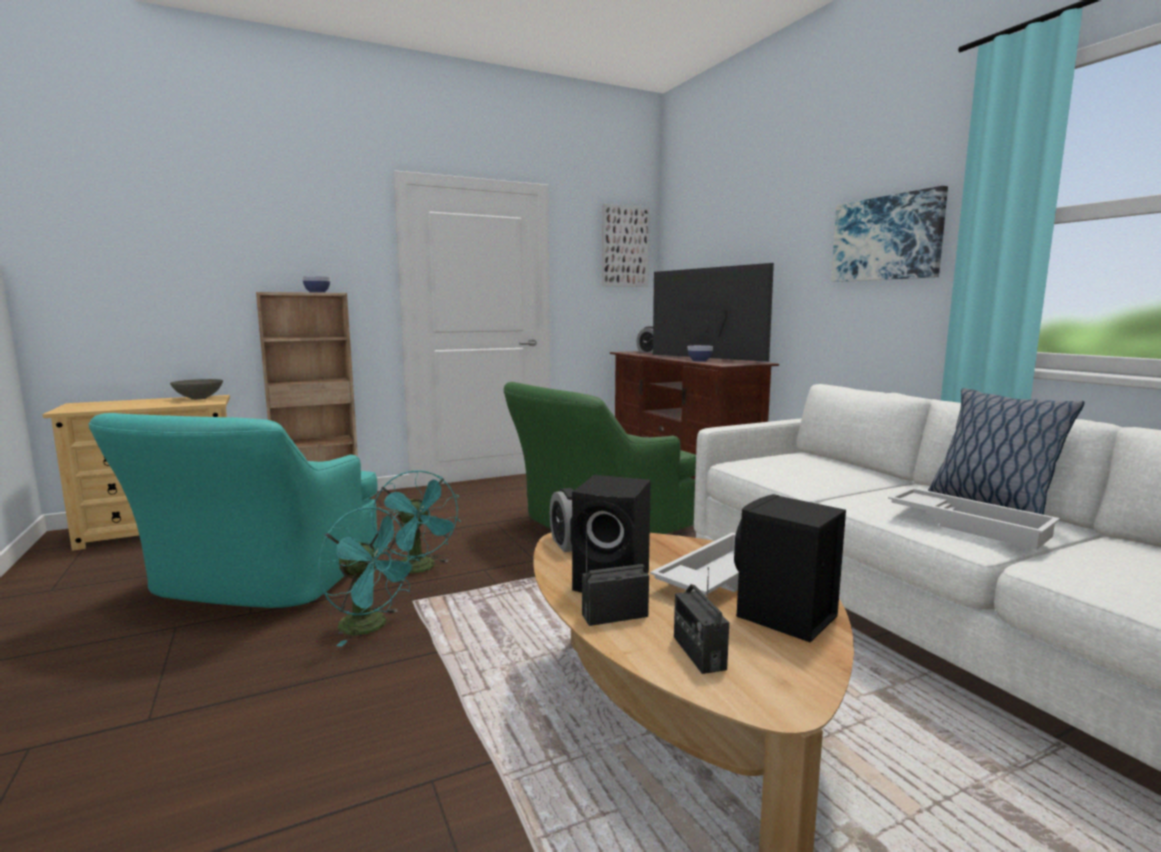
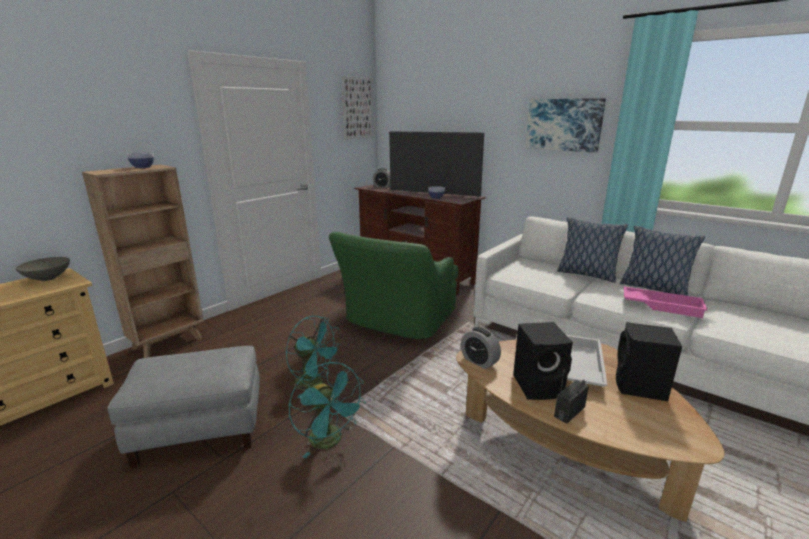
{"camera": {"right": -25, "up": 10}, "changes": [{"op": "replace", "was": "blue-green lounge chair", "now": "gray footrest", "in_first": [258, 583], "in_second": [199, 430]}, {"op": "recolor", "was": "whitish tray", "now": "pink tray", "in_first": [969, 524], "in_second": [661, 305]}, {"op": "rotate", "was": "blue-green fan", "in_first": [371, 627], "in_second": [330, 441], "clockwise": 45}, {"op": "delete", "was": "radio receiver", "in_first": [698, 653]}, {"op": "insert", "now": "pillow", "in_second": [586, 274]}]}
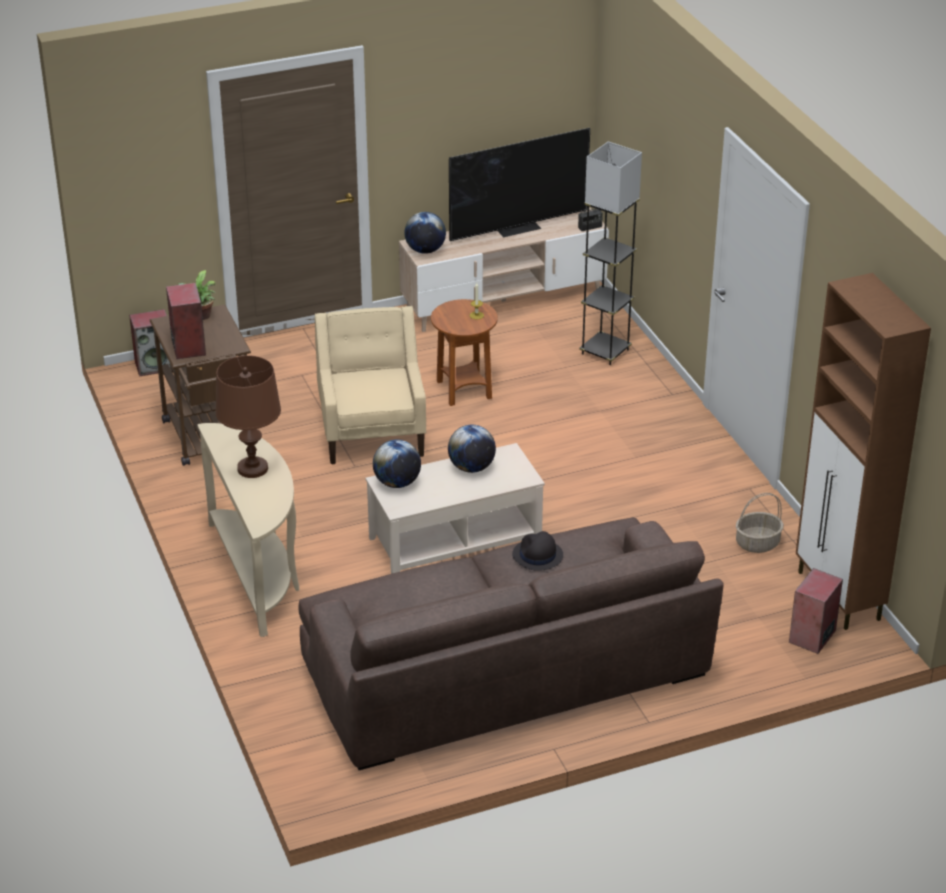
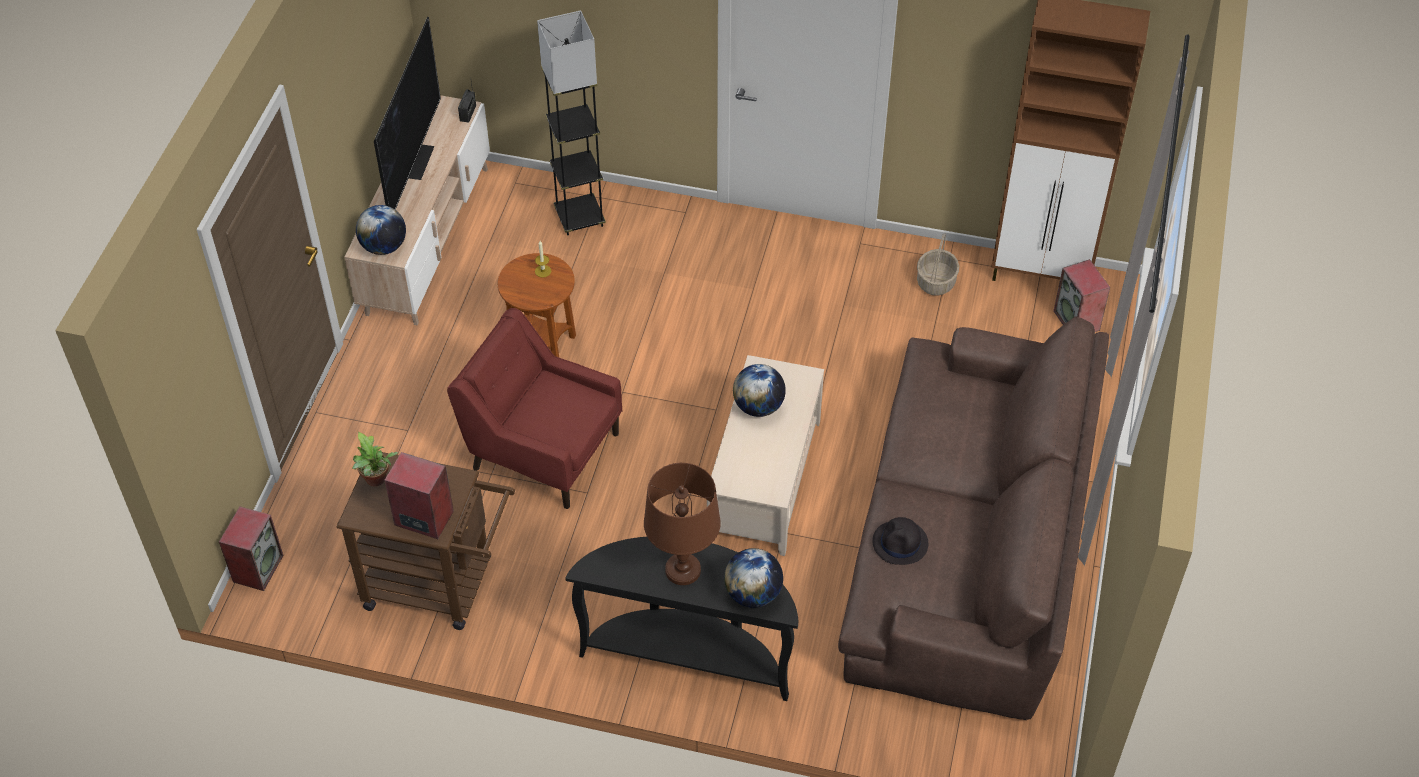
{"camera": {"right": -55, "up": 15}, "changes": [{"op": "recolor", "was": "beige lounge chair", "now": "red-coloured lounge chair", "in_first": [372, 431], "in_second": [543, 450]}, {"op": "recolor", "was": "beige console table", "now": "black-coloured console table", "in_first": [259, 573], "in_second": [689, 654]}, {"op": "move", "was": "desk globe", "in_first": [397, 483], "in_second": [753, 594]}, {"op": "move", "was": "black-coloured clothing hat", "in_first": [537, 555], "in_second": [900, 543]}]}
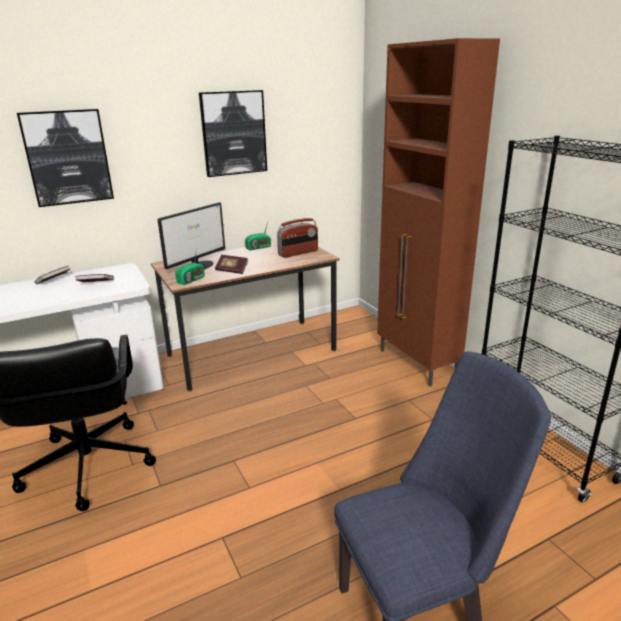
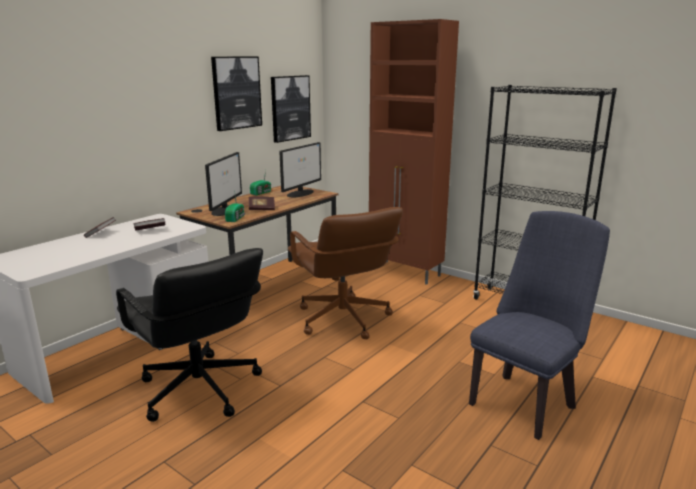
{"camera": {"right": -25, "up": -5}, "changes": [{"op": "move", "was": "wall picture", "in_first": [67, 157], "in_second": [290, 108]}, {"op": "replace", "was": "radio receiver", "now": "computer display", "in_first": [298, 253], "in_second": [301, 193]}, {"op": "insert", "now": "brownish office chair", "in_second": [343, 319]}]}
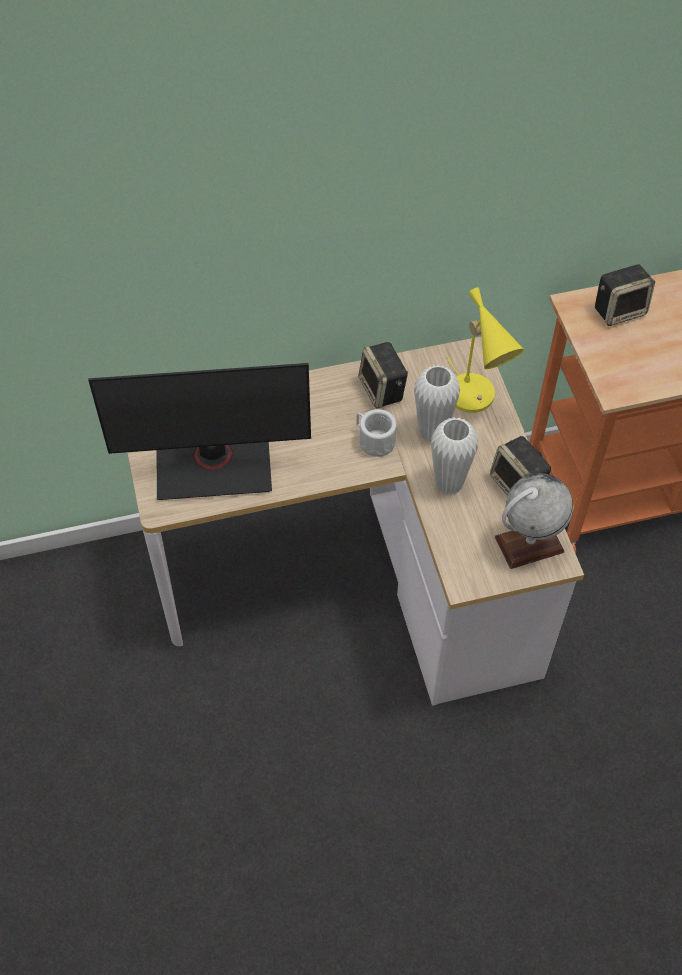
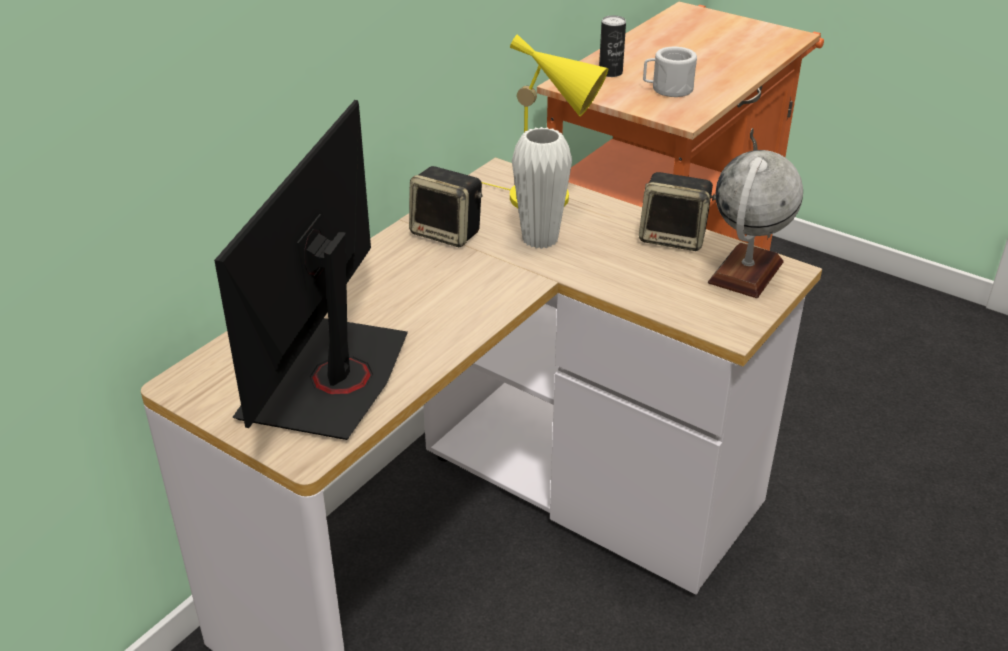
{"camera": {"right": -40, "up": -20}, "changes": [{"op": "replace", "was": "audio speaker", "now": "sealed can", "in_first": [620, 310], "in_second": [610, 72]}, {"op": "rotate", "was": "computer display", "in_first": [213, 464], "in_second": [328, 378], "clockwise": 150}, {"op": "move", "was": "whitish tea mug", "in_first": [373, 440], "in_second": [667, 89]}, {"op": "delete", "was": "whitish flower vase", "in_first": [449, 483]}]}
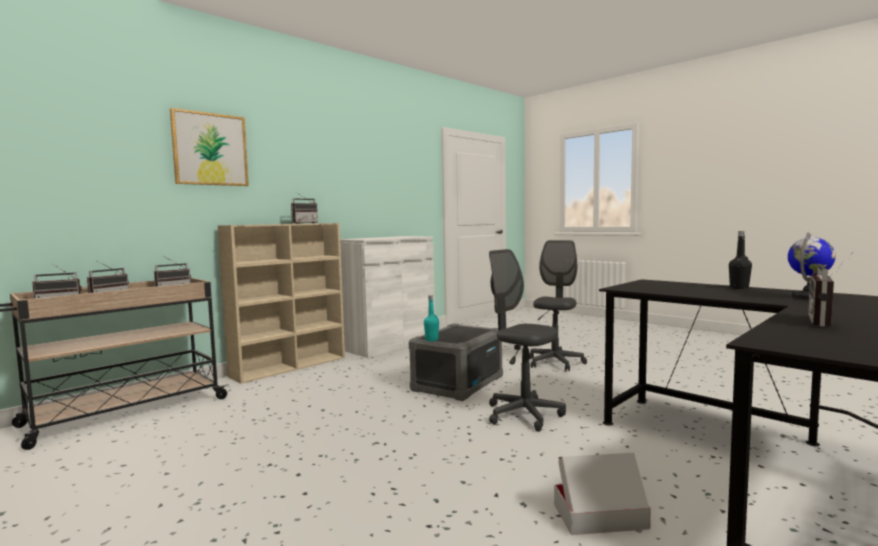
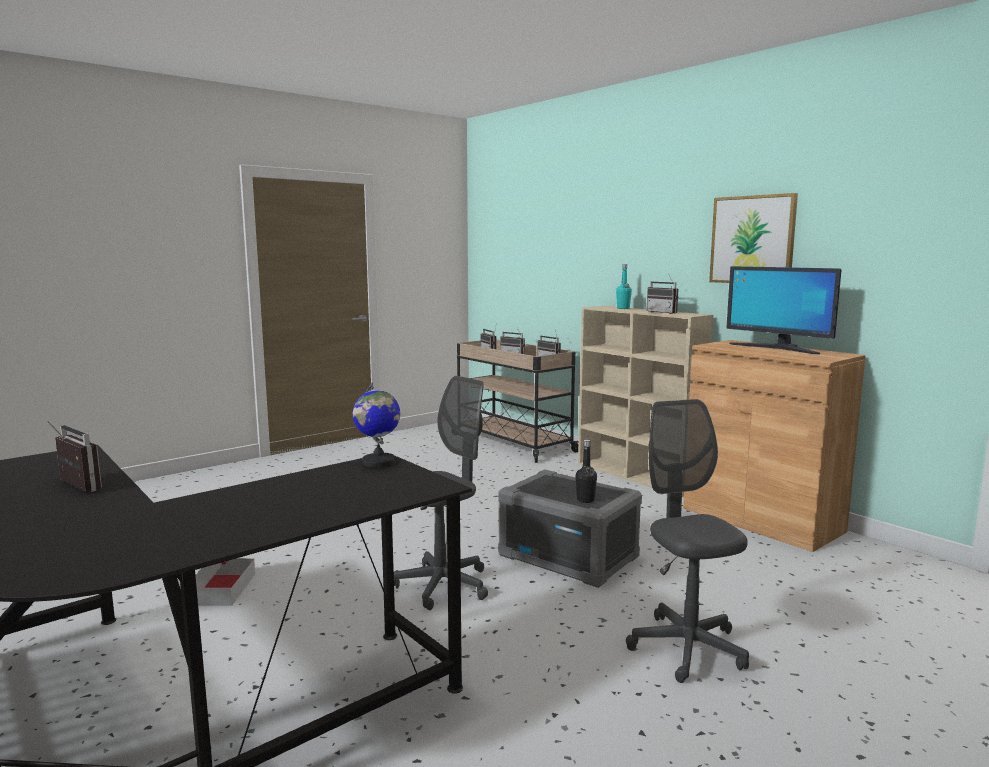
{"camera": {"right": 95, "up": 5}, "changes": [{"op": "move", "was": "wall picture", "in_first": [210, 149], "in_second": [752, 240]}, {"op": "move", "was": "black-coloured drink bottle", "in_first": [739, 288], "in_second": [585, 500]}, {"op": "move", "was": "desk globe", "in_first": [808, 297], "in_second": [378, 462]}, {"op": "recolor", "was": "whitish cabinet", "now": "brownish cabinet", "in_first": [389, 345], "in_second": [761, 520]}, {"op": "rotate", "was": "gray office chair", "in_first": [555, 363], "in_second": [687, 648], "clockwise": -135}, {"op": "move", "was": "blue-green drink bottle", "in_first": [431, 340], "in_second": [623, 308]}, {"op": "insert", "now": "computer display", "in_second": [778, 348]}]}
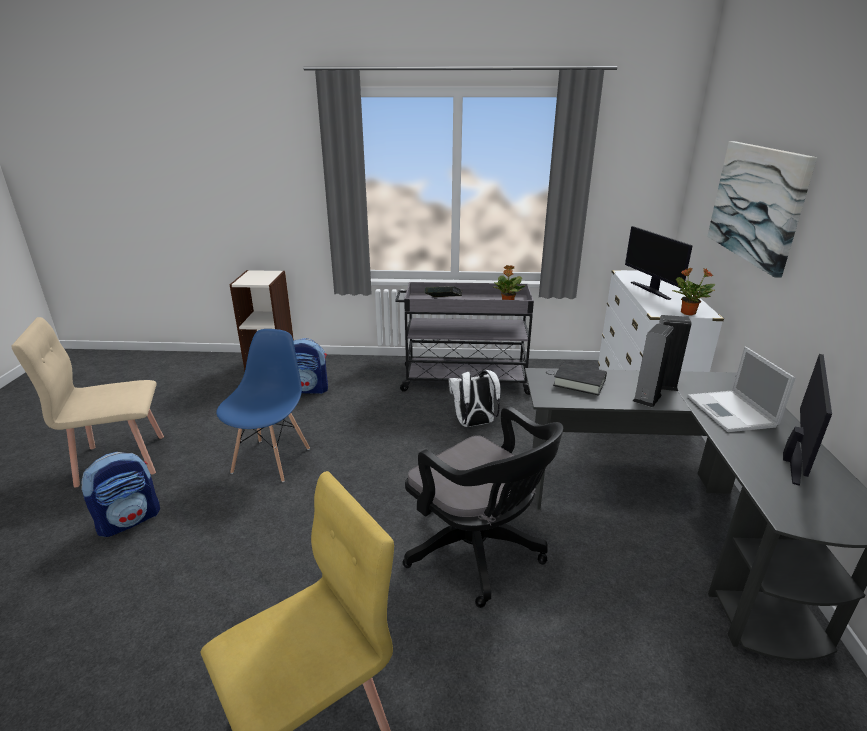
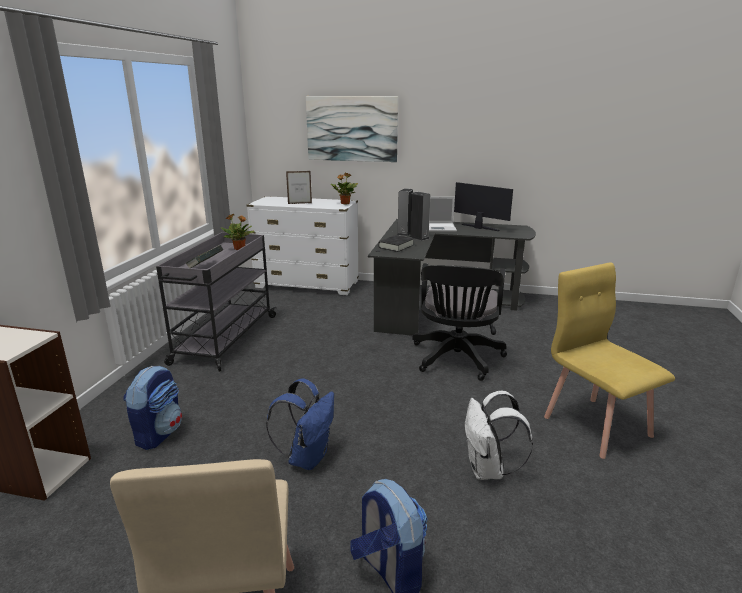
{"camera": {"right": -80, "up": -5}, "changes": [{"op": "replace", "was": "computer display", "now": "standing frame", "in_first": [651, 290], "in_second": [300, 203]}, {"op": "replace", "was": "blue upright chair", "now": "blue knapsack", "in_first": [272, 460], "in_second": [307, 457]}, {"op": "move", "was": "whitish knapsack", "in_first": [474, 424], "in_second": [488, 470]}, {"op": "rotate", "was": "black-coloured office chair", "in_first": [478, 553], "in_second": [456, 360], "clockwise": 135}]}
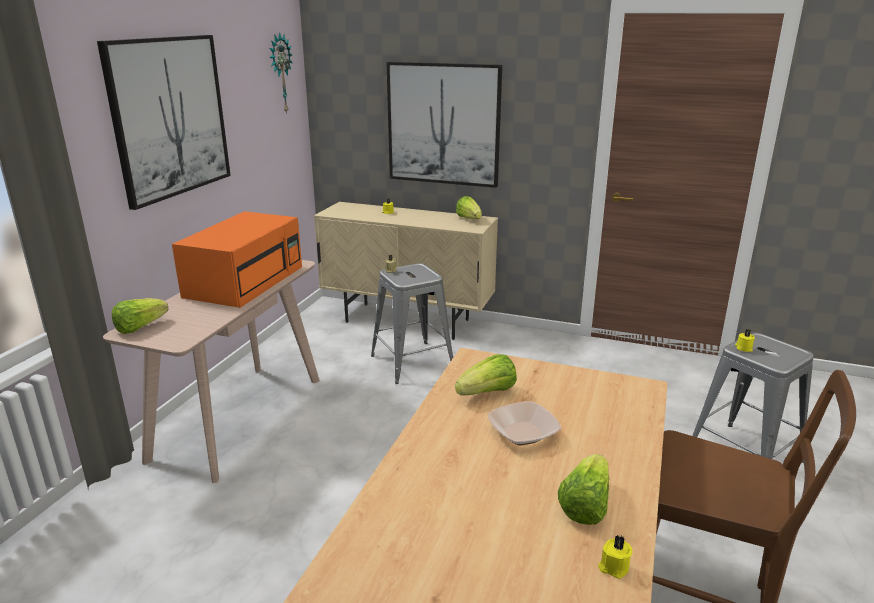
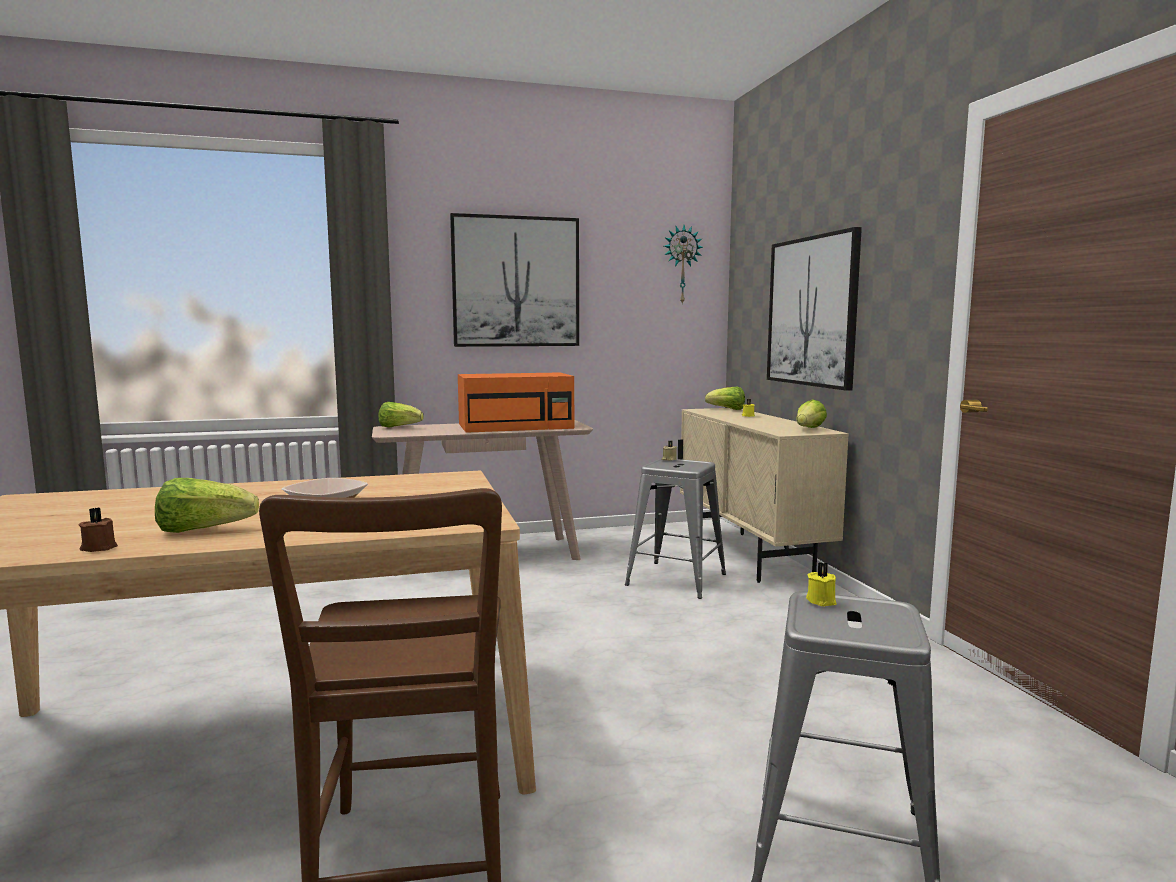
{"camera": {"right": 55, "up": -15}, "changes": [{"op": "move", "was": "head of lettuce", "in_first": [488, 393], "in_second": [727, 409]}, {"op": "recolor", "was": "yellow wax light", "now": "brownish wax light", "in_first": [613, 567], "in_second": [99, 547]}]}
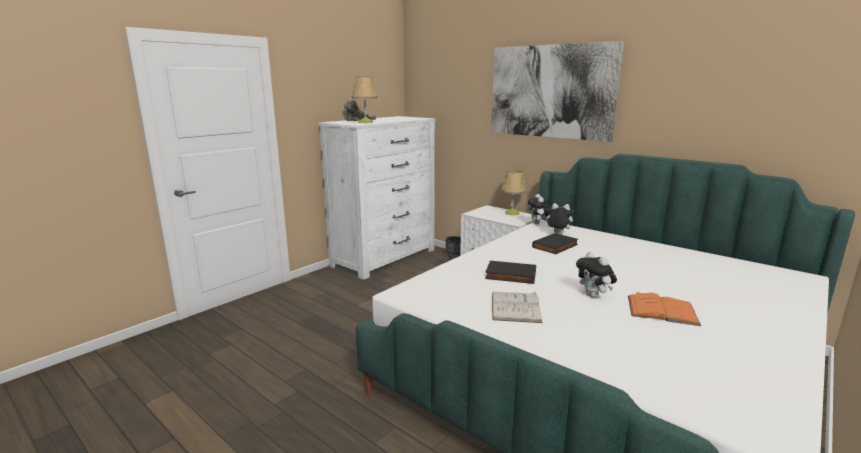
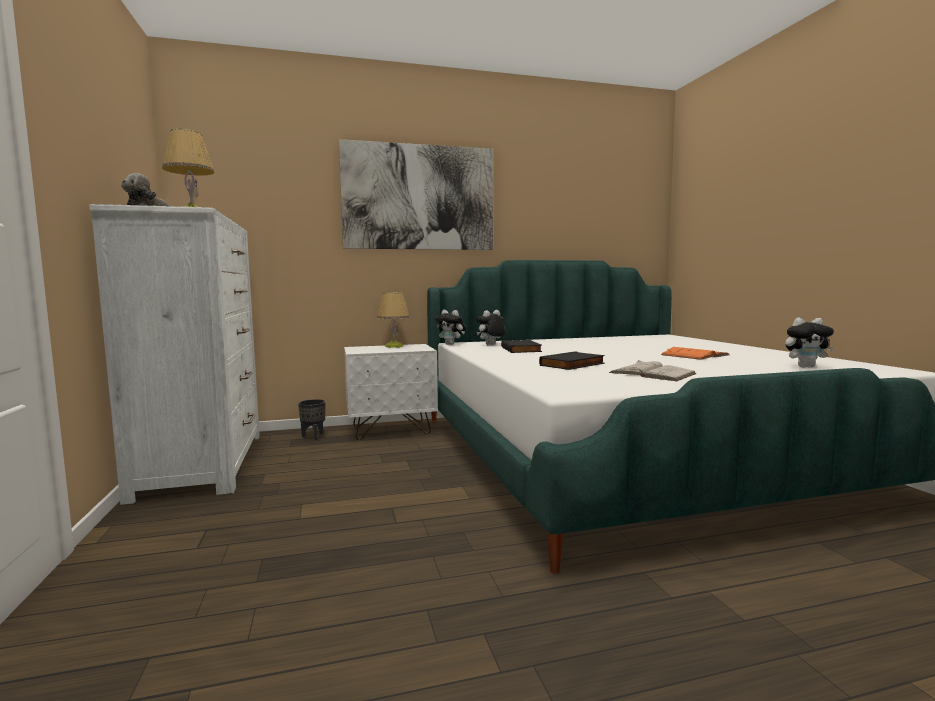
{"camera": {"right": -55, "up": -10}, "changes": [{"op": "move", "was": "plush toy", "in_first": [594, 295], "in_second": [806, 367]}]}
